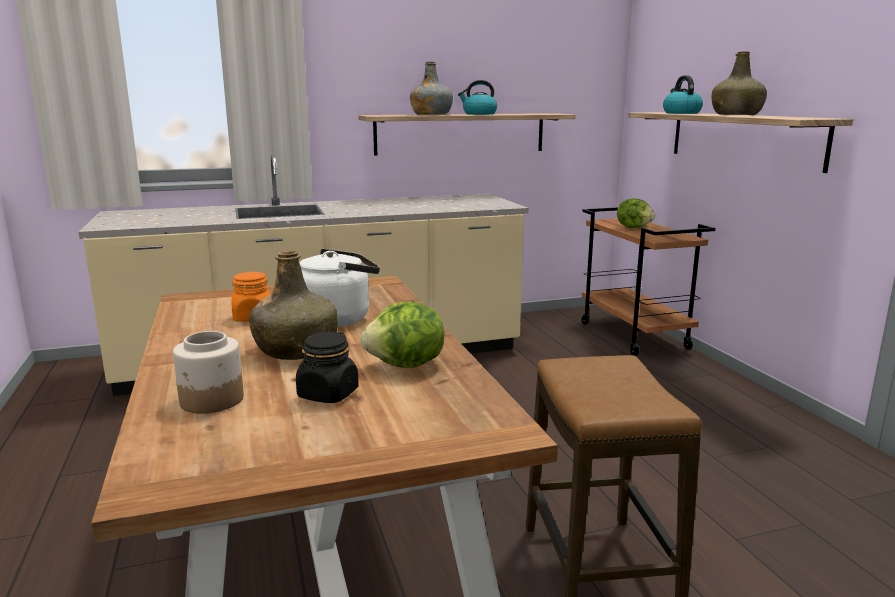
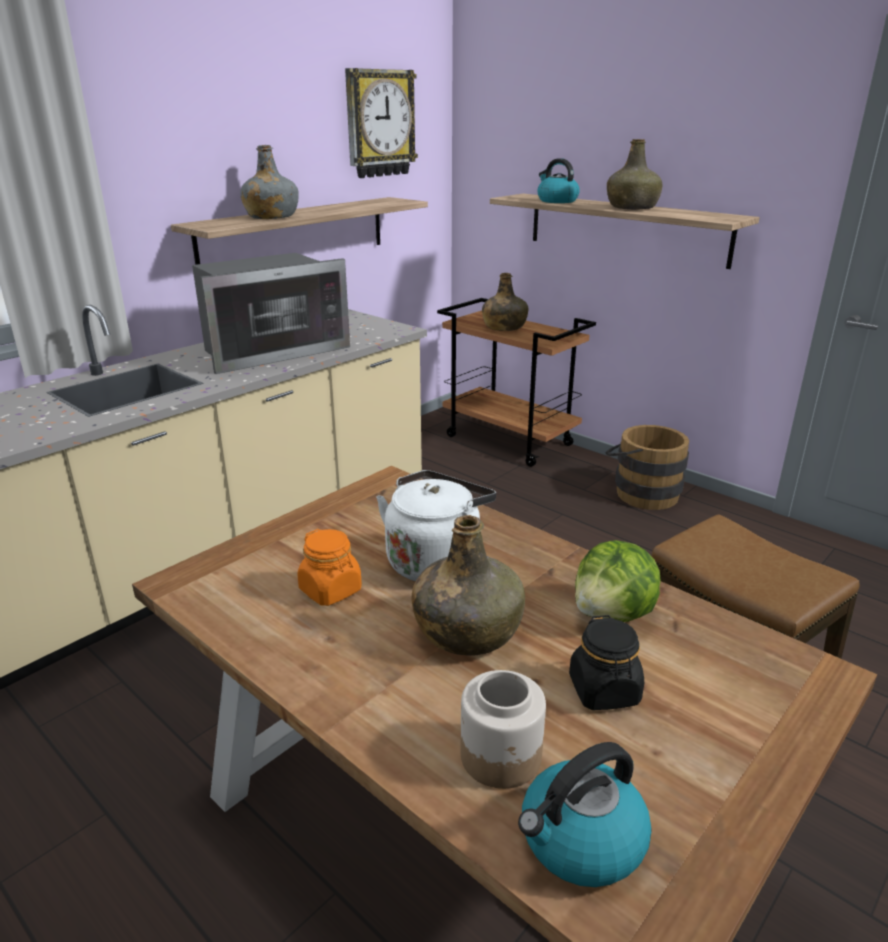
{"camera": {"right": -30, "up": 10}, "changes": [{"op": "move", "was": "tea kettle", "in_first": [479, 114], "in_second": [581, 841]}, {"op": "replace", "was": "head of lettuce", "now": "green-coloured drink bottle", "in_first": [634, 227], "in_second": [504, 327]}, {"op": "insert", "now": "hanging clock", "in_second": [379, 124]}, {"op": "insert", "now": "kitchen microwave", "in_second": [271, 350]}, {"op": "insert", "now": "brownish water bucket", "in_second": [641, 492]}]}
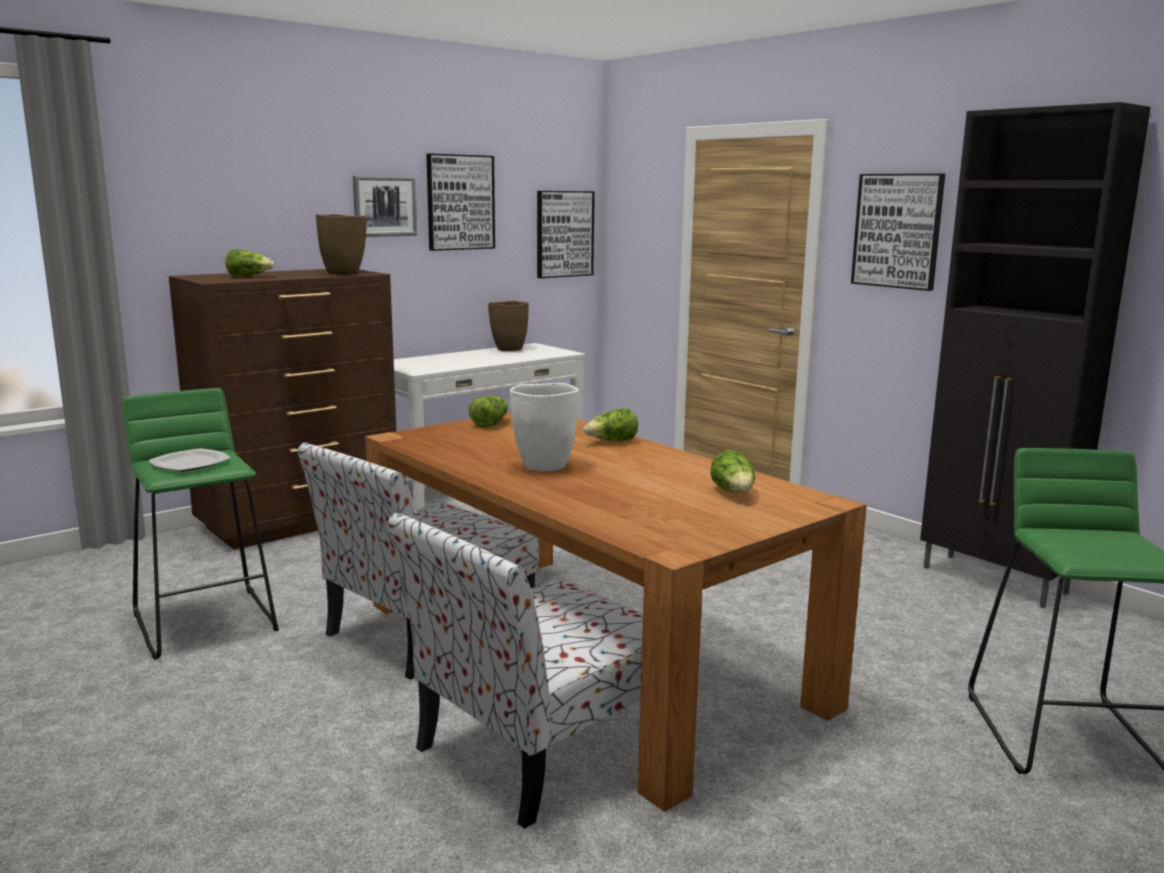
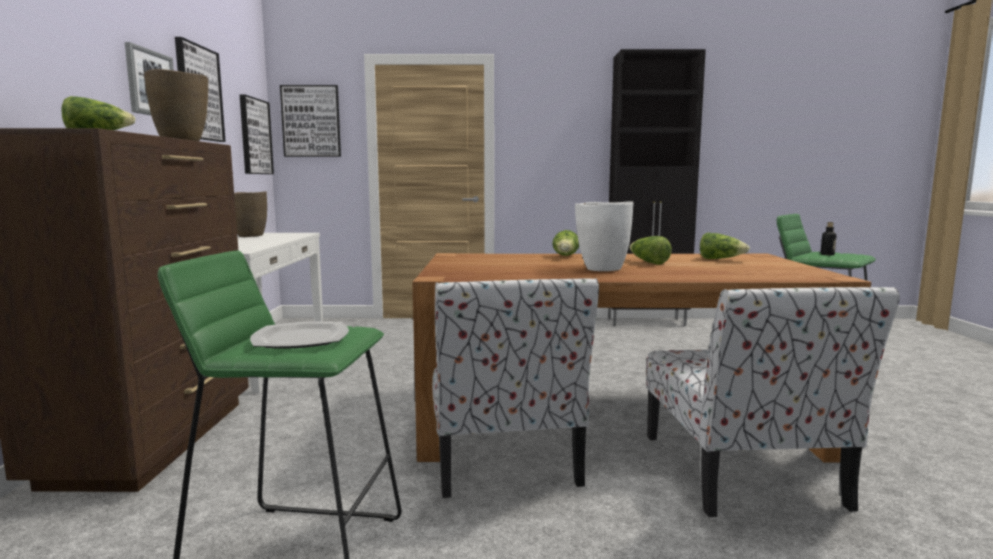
{"camera": {"right": -50, "up": -5}, "changes": [{"op": "move", "was": "wall picture", "in_first": [897, 231], "in_second": [311, 121]}, {"op": "move", "was": "head of lettuce", "in_first": [490, 424], "in_second": [648, 262]}, {"op": "insert", "now": "drink bottle", "in_second": [827, 254]}]}
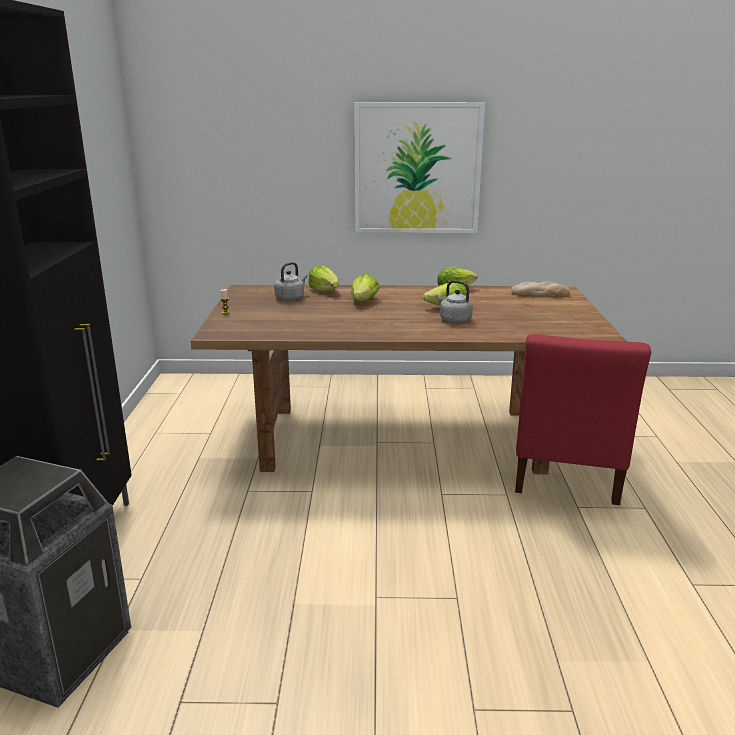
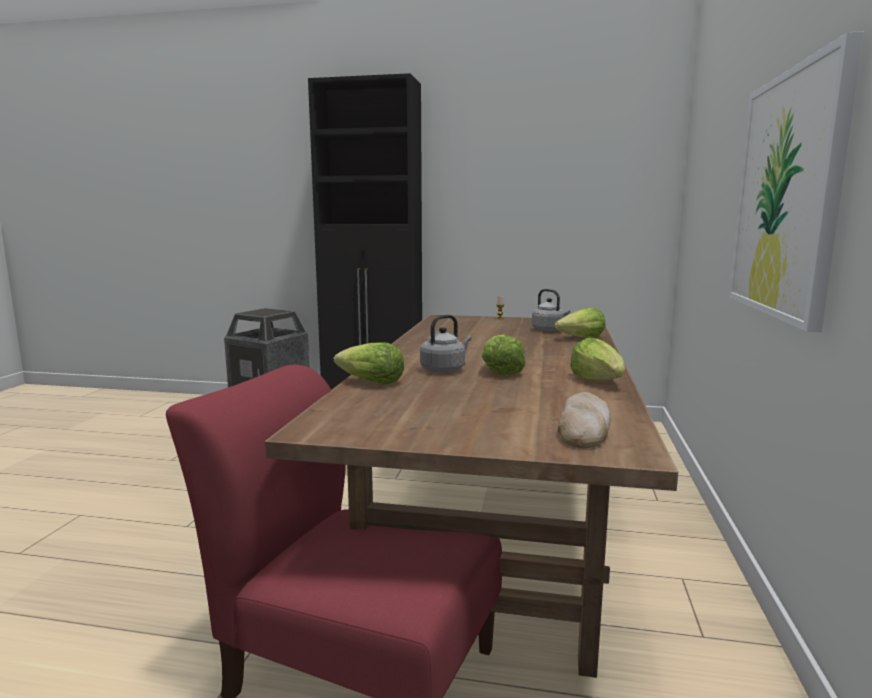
{"camera": {"right": 100, "up": -10}, "changes": [{"op": "move", "was": "head of lettuce", "in_first": [364, 301], "in_second": [370, 382]}]}
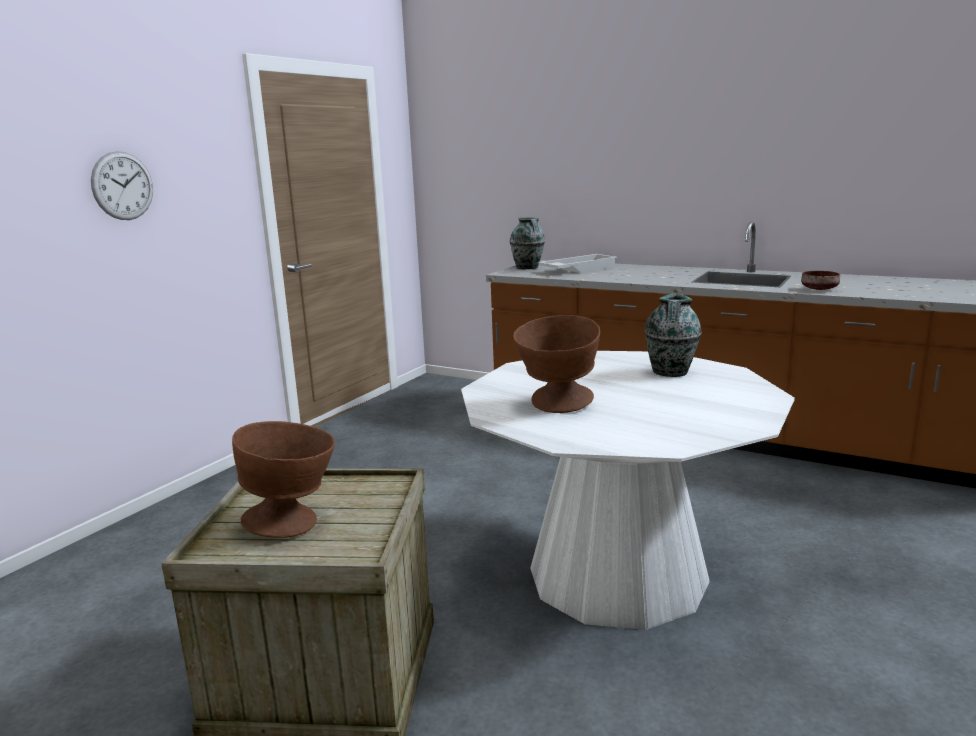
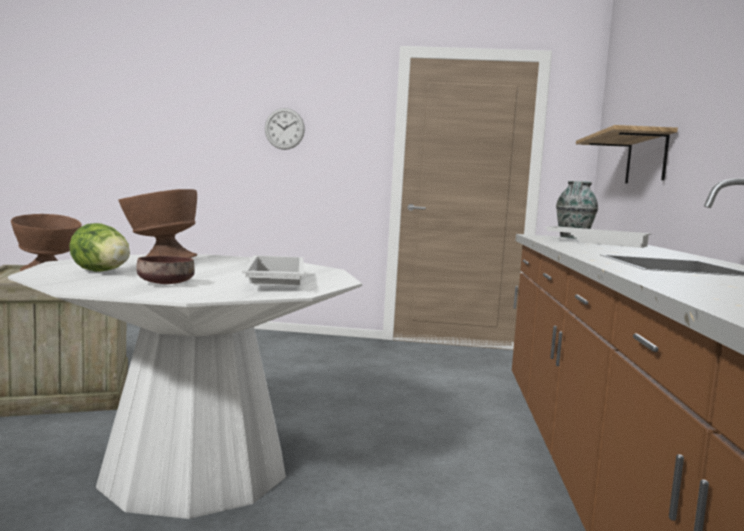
{"camera": {"right": 65, "up": -10}, "changes": [{"op": "move", "was": "brownish serving bowl", "in_first": [819, 289], "in_second": [166, 284]}, {"op": "replace", "was": "flower vase", "now": "whitish tray", "in_first": [670, 372], "in_second": [273, 281]}, {"op": "insert", "now": "wall shelf", "in_second": [646, 159]}, {"op": "insert", "now": "head of lettuce", "in_second": [103, 272]}]}
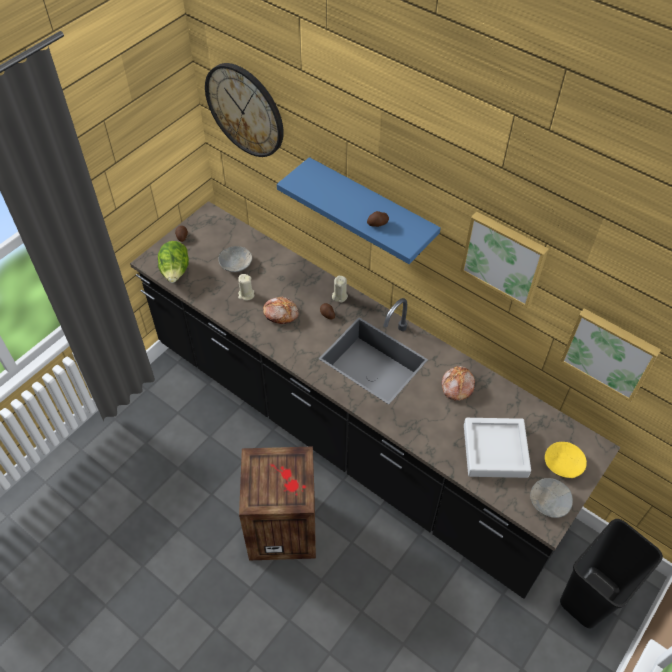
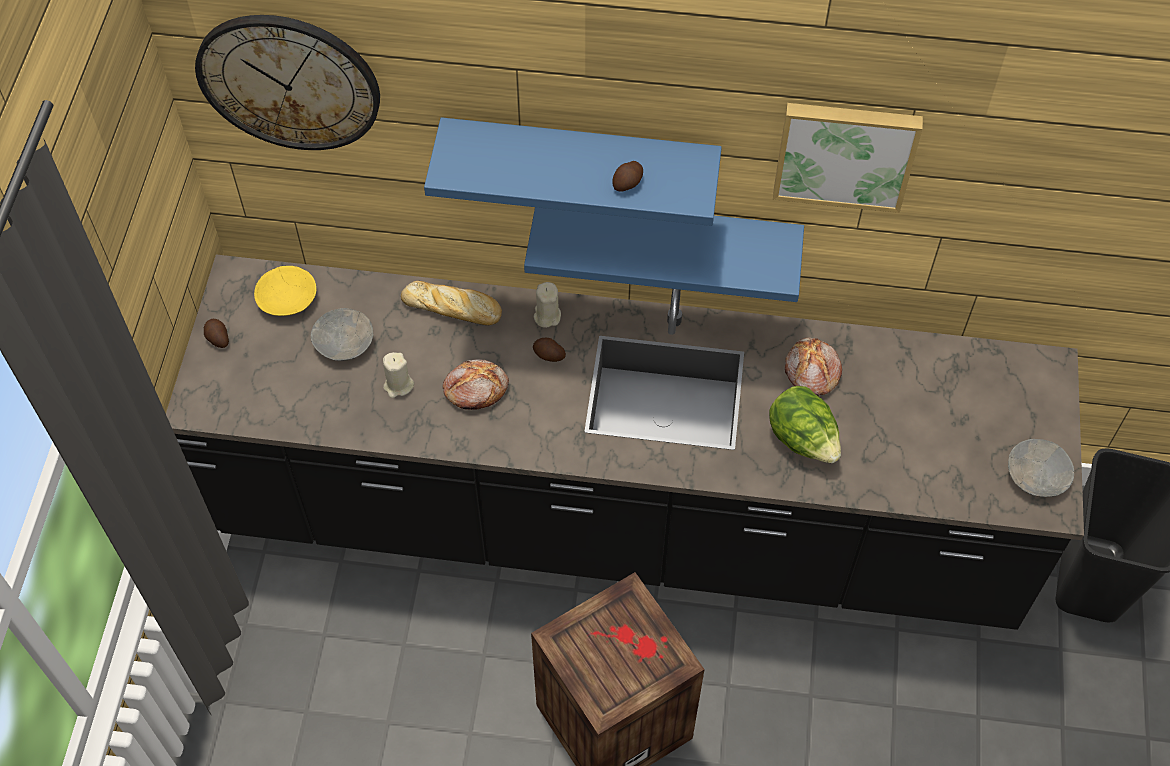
{"camera": {"right": -30, "up": 5}, "changes": [{"op": "move", "was": "head of lettuce", "in_first": [175, 272], "in_second": [803, 439]}, {"op": "delete", "was": "wall picture", "in_first": [610, 352]}, {"op": "delete", "was": "gray tray", "in_first": [495, 450]}, {"op": "move", "was": "yellow serving bowl", "in_first": [563, 463], "in_second": [287, 298]}, {"op": "insert", "now": "blue wall shelf", "in_second": [668, 235]}, {"op": "insert", "now": "baked bread", "in_second": [453, 308]}]}
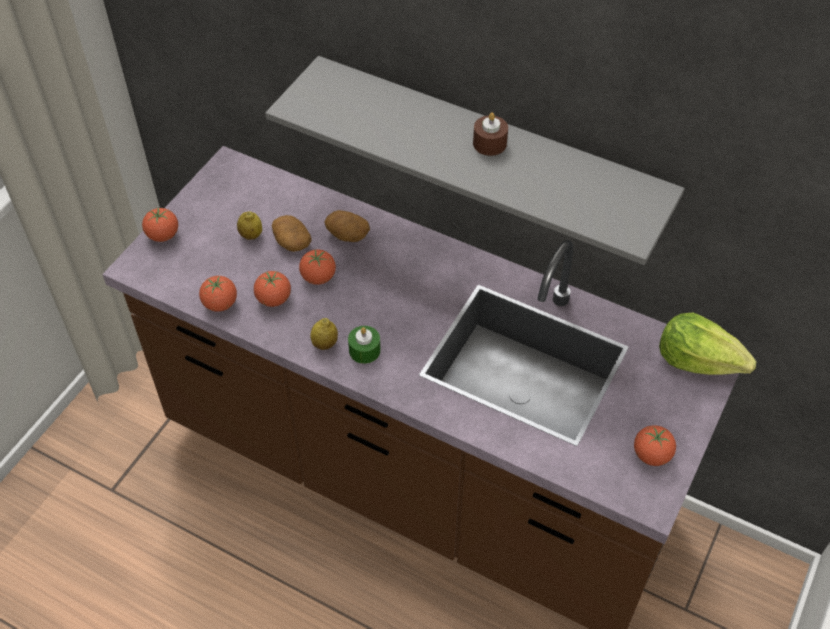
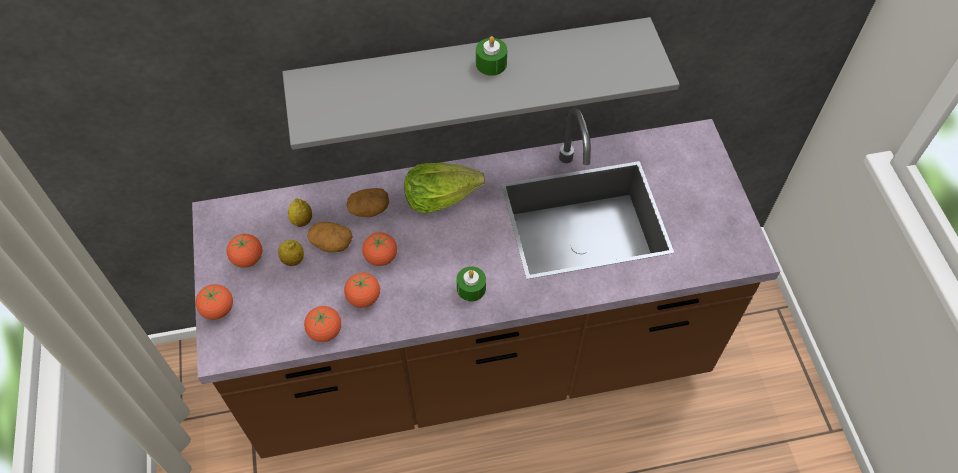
{"camera": {"right": -40, "up": 5}, "changes": [{"op": "recolor", "was": "brownish wax light", "now": "green-coloured wax light", "in_first": [489, 143], "in_second": [491, 64]}, {"op": "move", "was": "head of lettuce", "in_first": [698, 360], "in_second": [440, 197]}, {"op": "move", "was": "whole lemon", "in_first": [325, 344], "in_second": [302, 221]}, {"op": "move", "was": "tomato", "in_first": [651, 455], "in_second": [248, 258]}]}
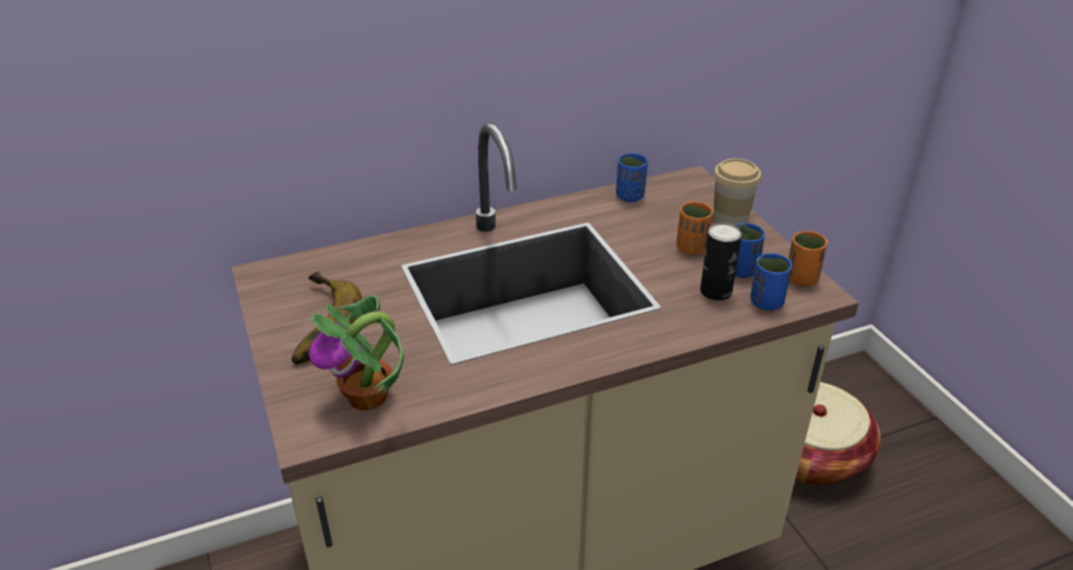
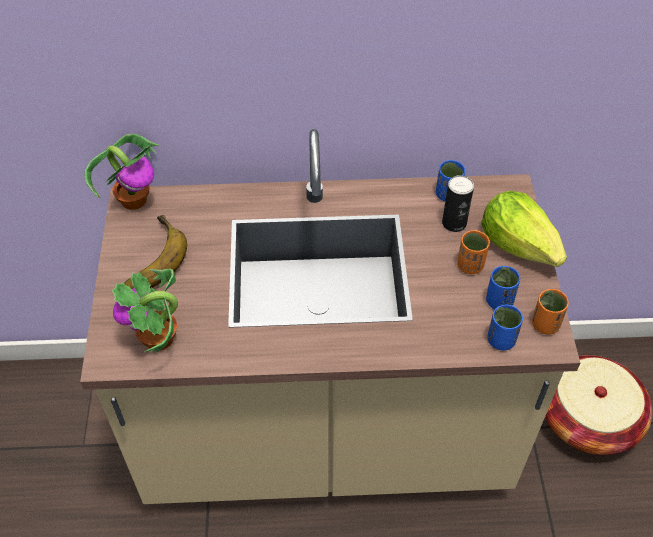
{"camera": {"right": 20, "up": 15}, "changes": [{"op": "replace", "was": "cup", "now": "head of lettuce", "in_first": [730, 221], "in_second": [519, 245]}, {"op": "move", "was": "sealed can", "in_first": [716, 291], "in_second": [454, 223]}, {"op": "insert", "now": "plant in a pot", "in_second": [134, 199]}]}
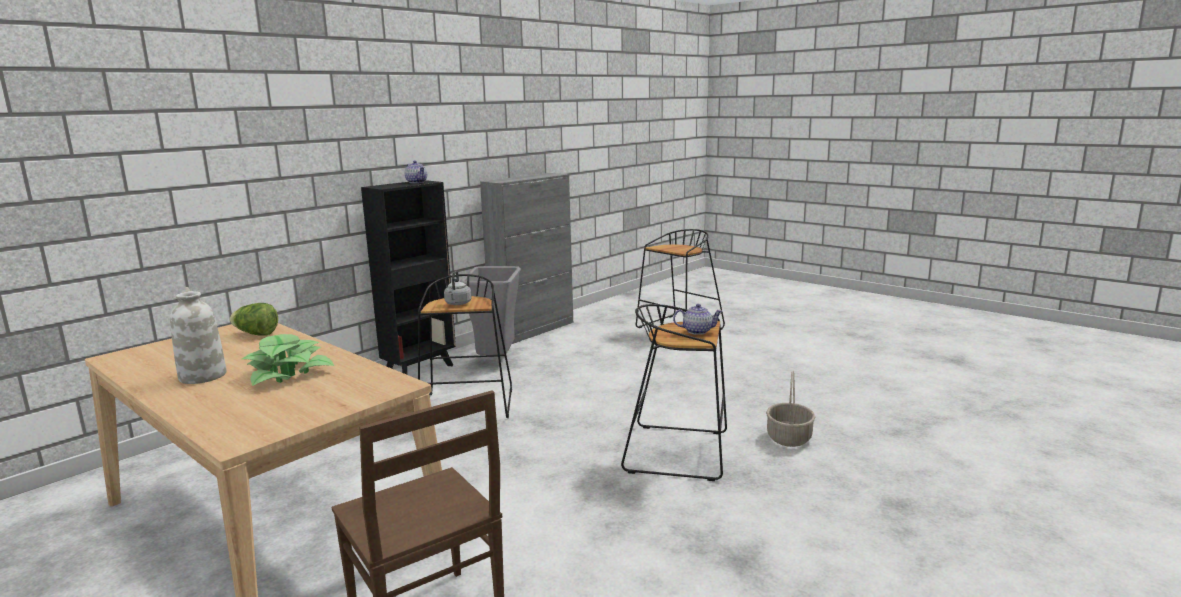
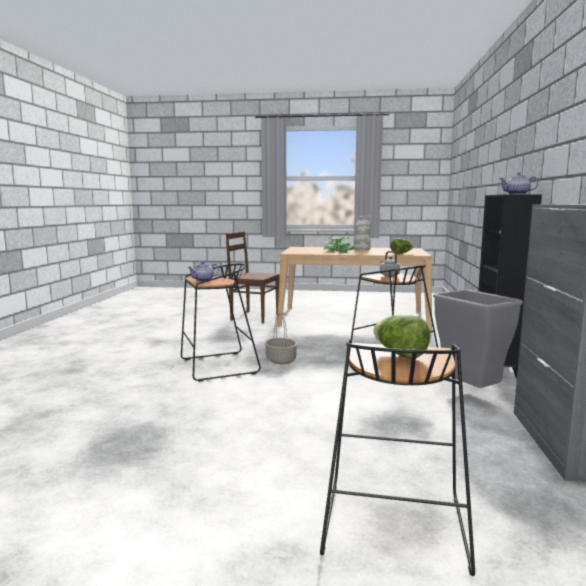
{"camera": {"right": 145, "up": -5}, "changes": [{"op": "move", "was": "basket", "in_first": [789, 438], "in_second": [280, 360]}, {"op": "insert", "now": "head of lettuce", "in_second": [399, 354]}]}
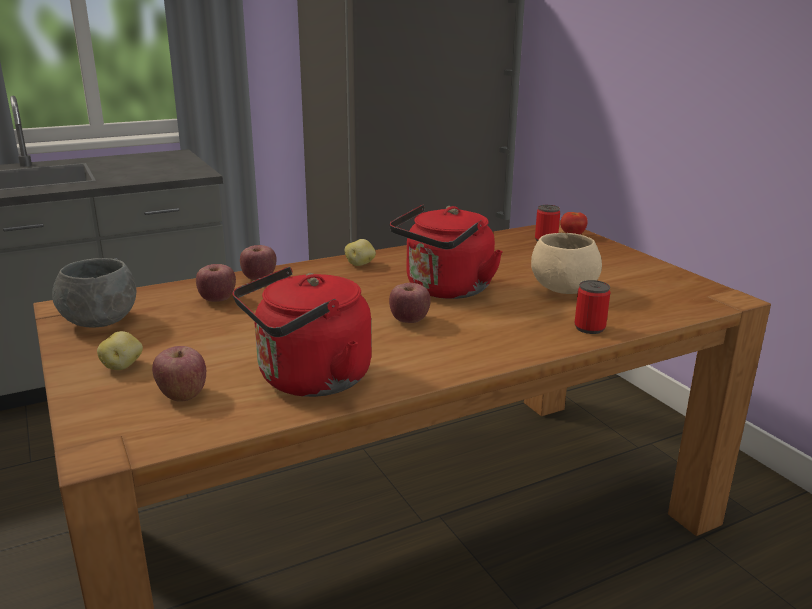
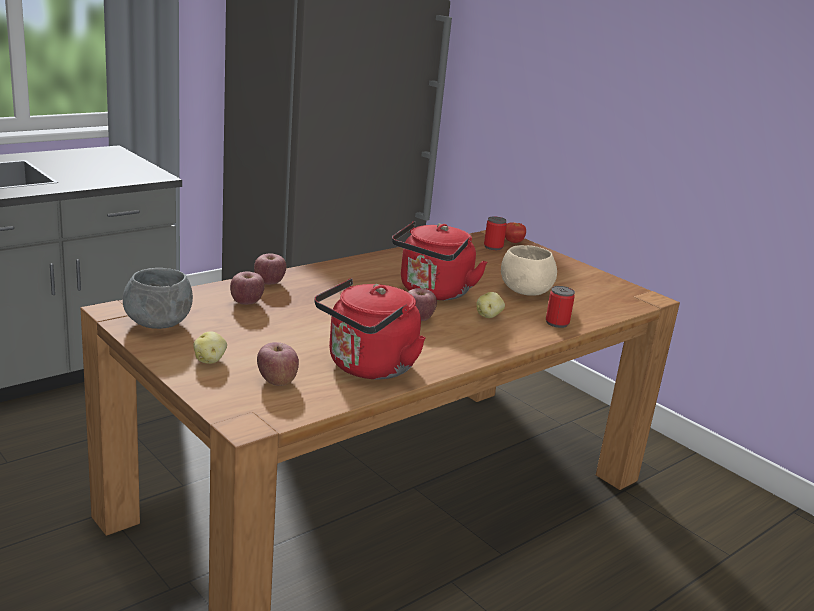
{"camera": {"right": -15, "up": 0}, "changes": [{"op": "move", "was": "whole potato", "in_first": [360, 264], "in_second": [489, 316]}]}
